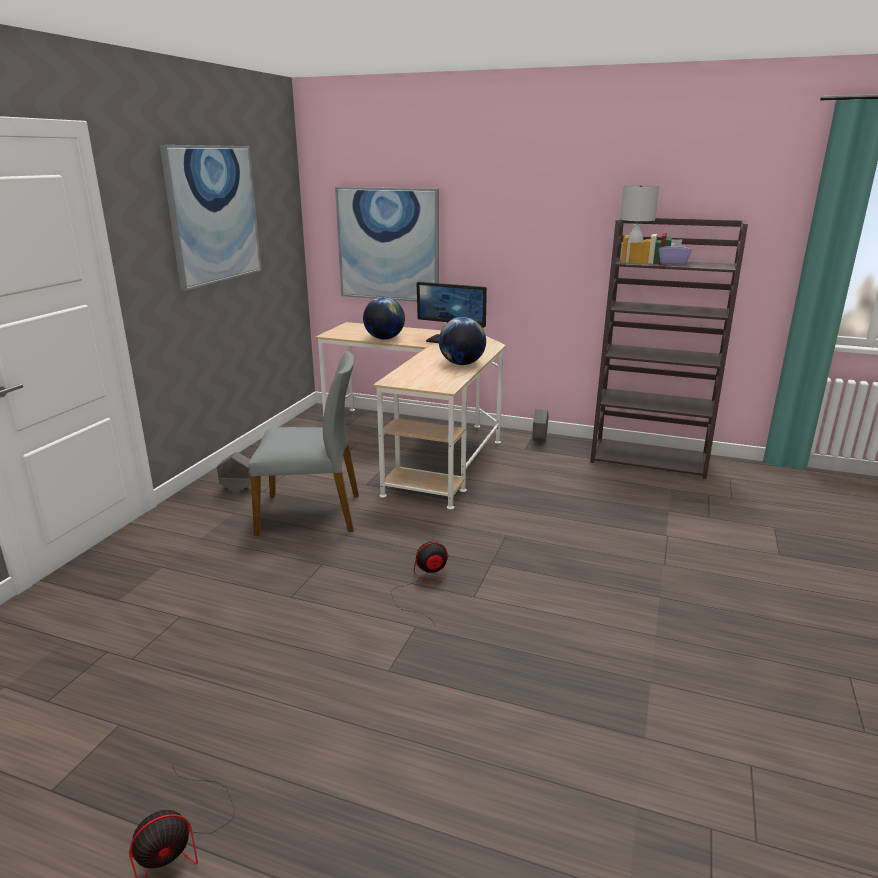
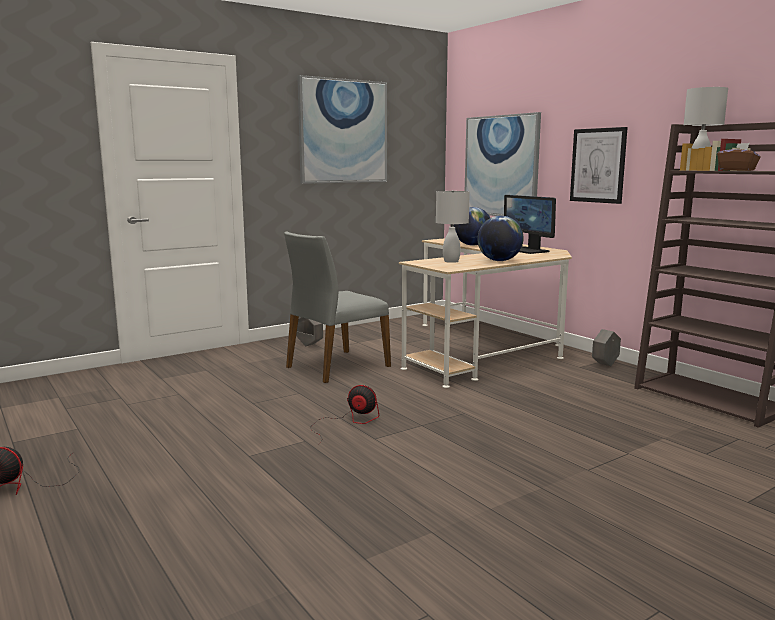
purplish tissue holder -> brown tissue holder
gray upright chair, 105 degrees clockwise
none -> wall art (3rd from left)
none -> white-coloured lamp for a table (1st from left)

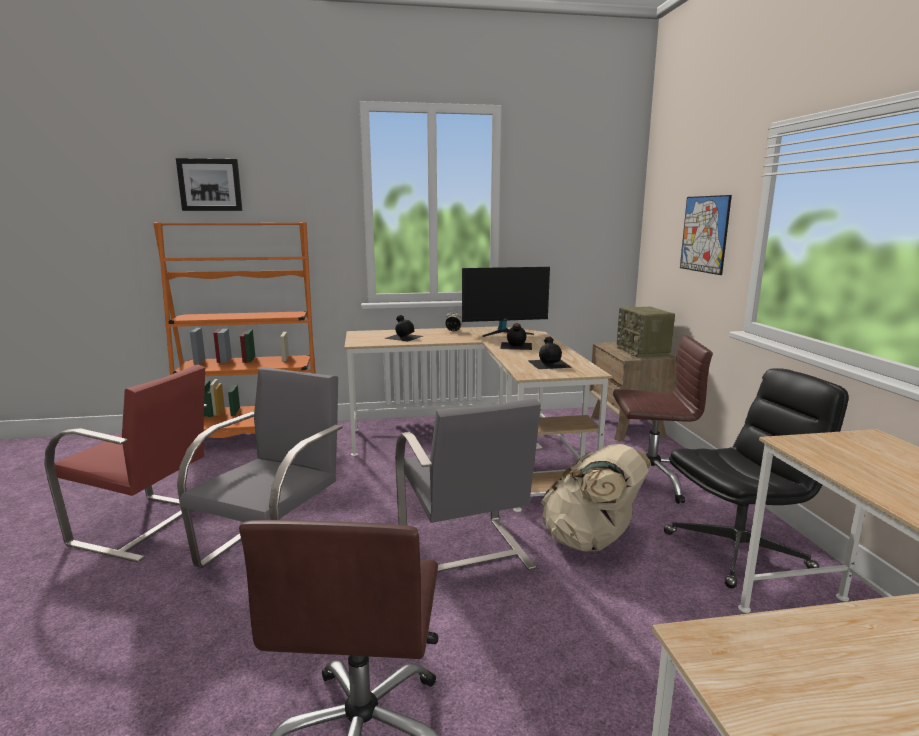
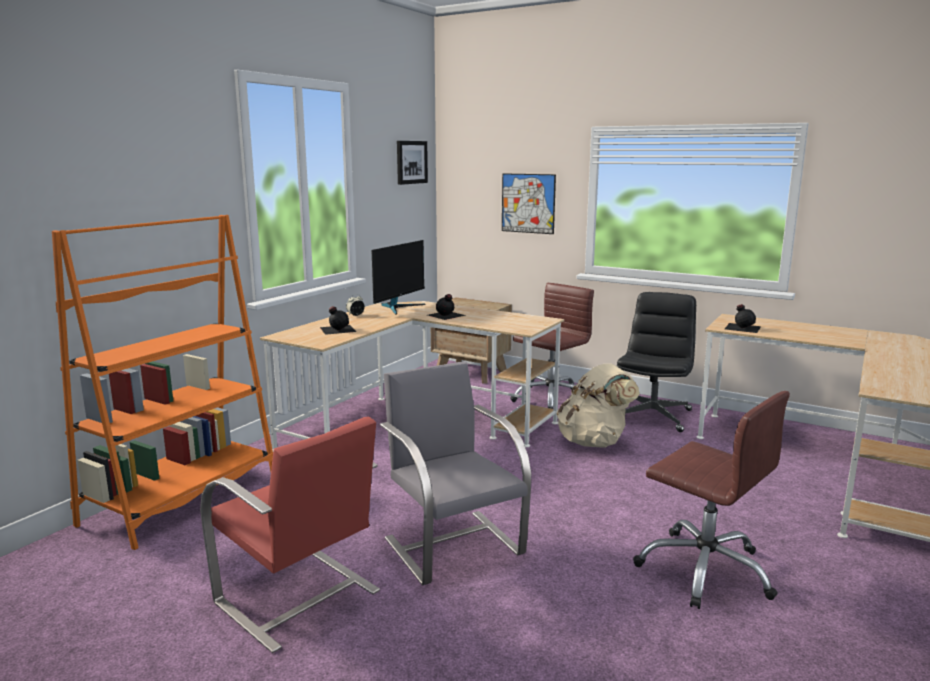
wall art (1st from left), moved
radio -> none
black-coloured beverage bottle (3rd from left), moved
reddish upright chair, 75 degrees clockwise
gray upright chair (2nd from left) -> none

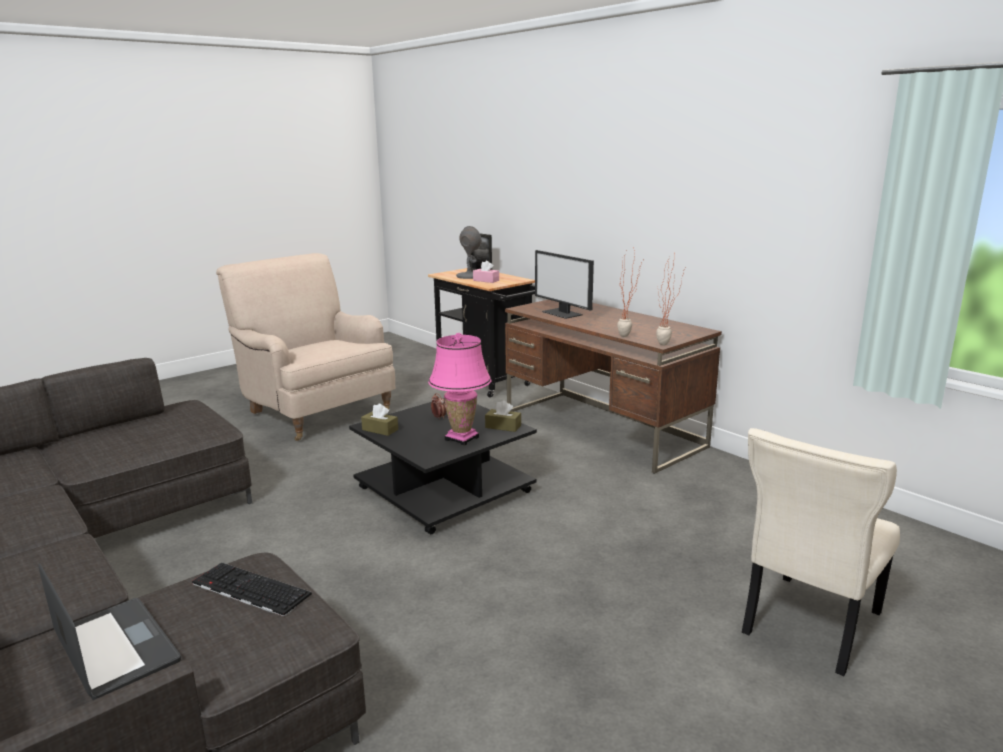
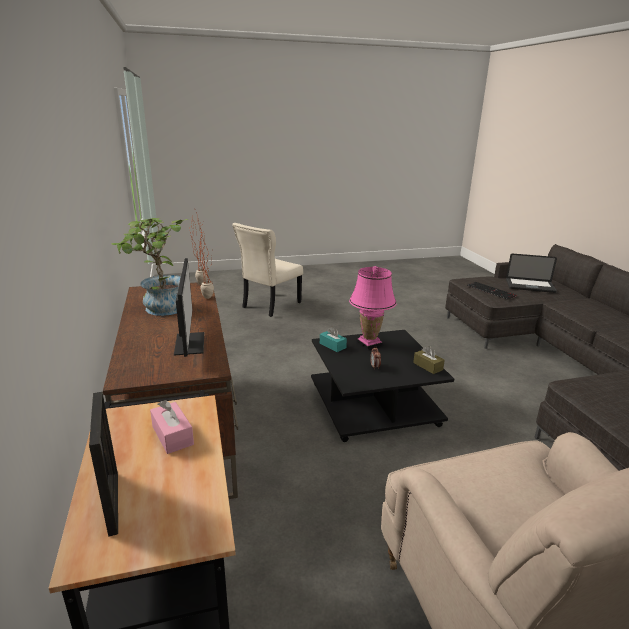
gray lamp for a table -> none
brown tissue holder (2nd from left) -> blue-green tissue holder
beige upright chair, 150 degrees clockwise
notebook computer, 60 degrees counterclockwise
none -> plant in a pot (1st from left)

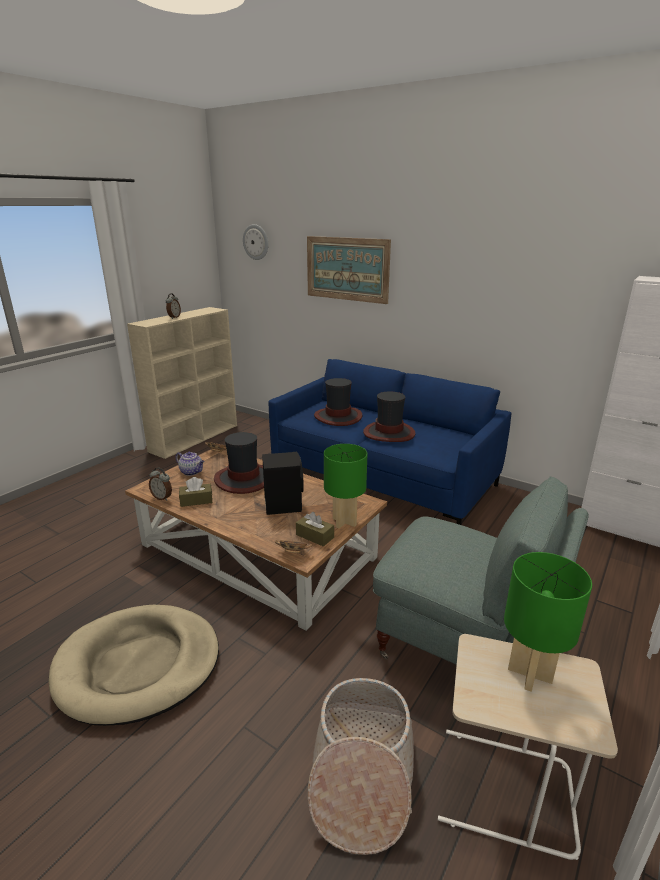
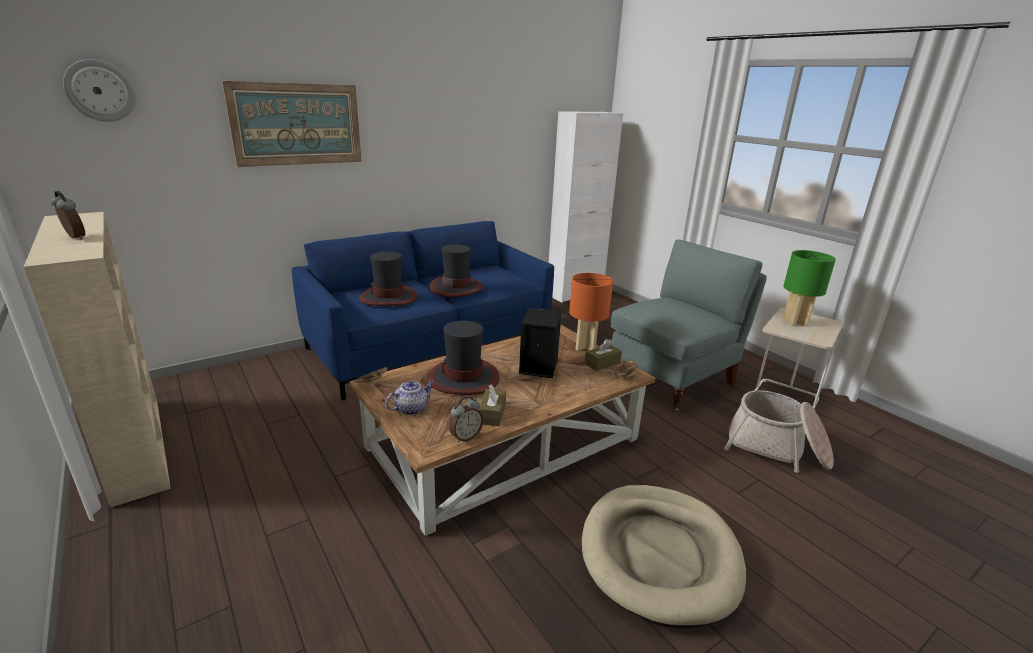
greenish lamp for a table (1st from left) -> orangey lamp for a table

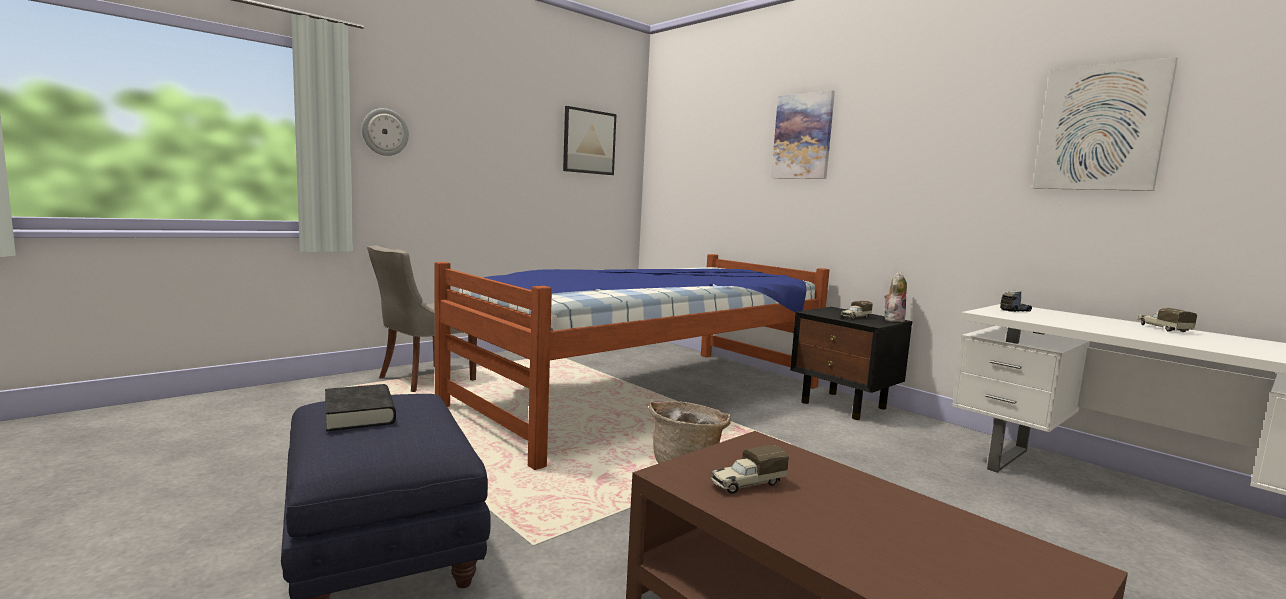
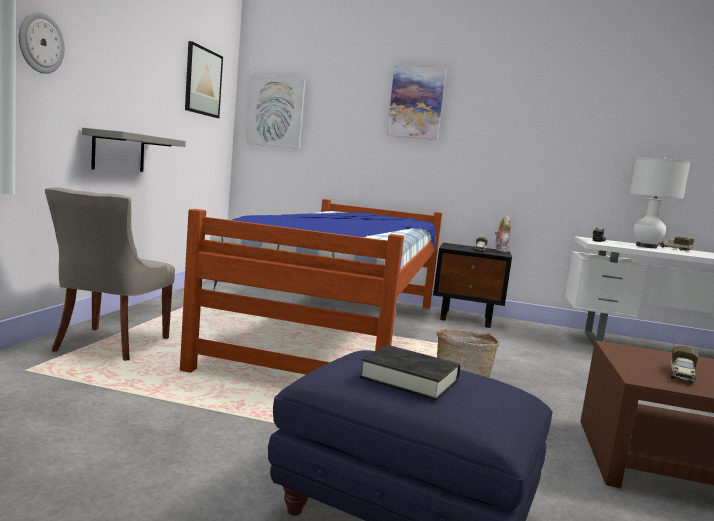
wall art (3rd from left in the first image) -> wall art (2nd from left), moved
none -> gray bracket shelf
none -> white-coloured lamp for a table

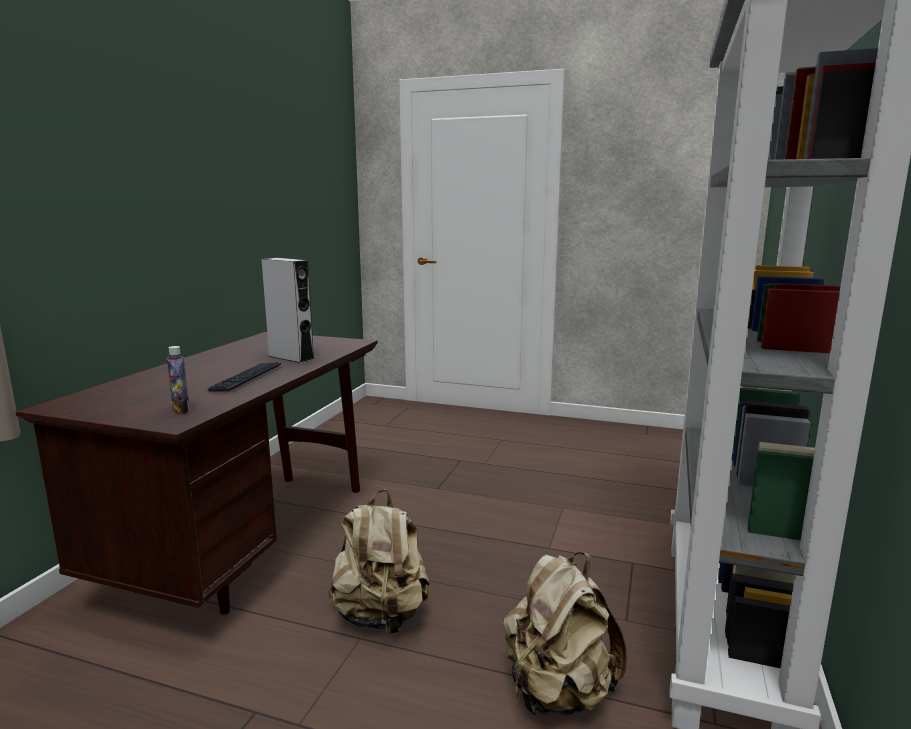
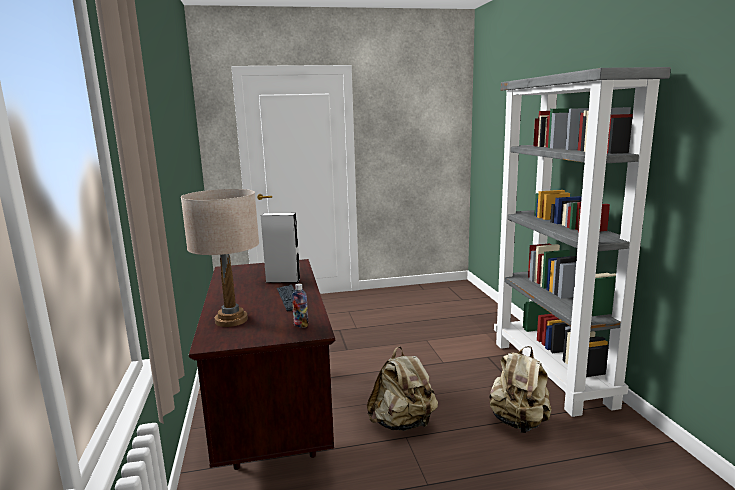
none -> beige lamp for a table

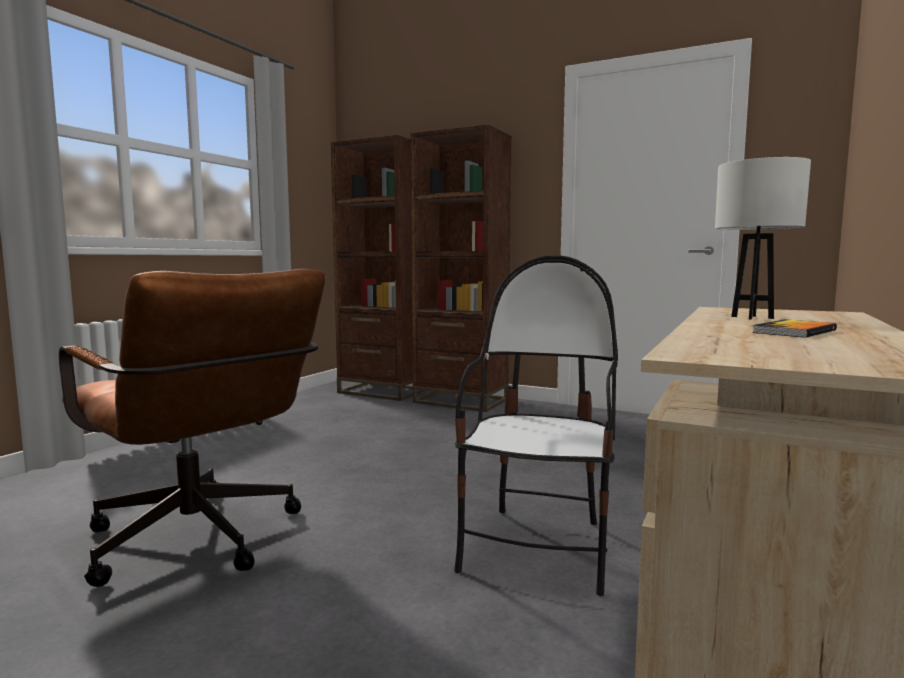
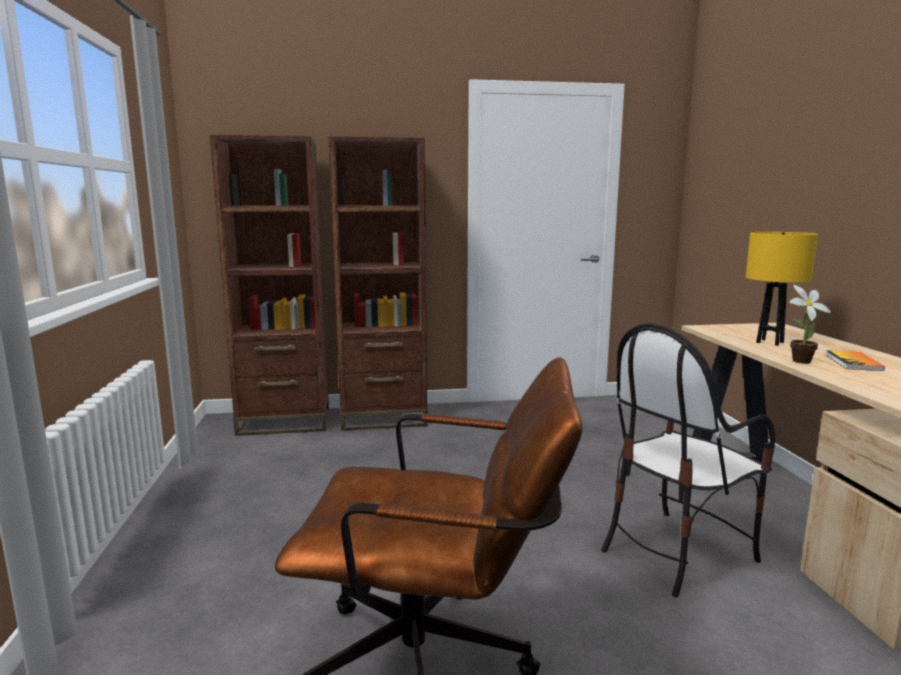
white-coloured lamp for a table -> yellow lamp for a table
upright chair, 105 degrees counterclockwise
none -> plant in a pot

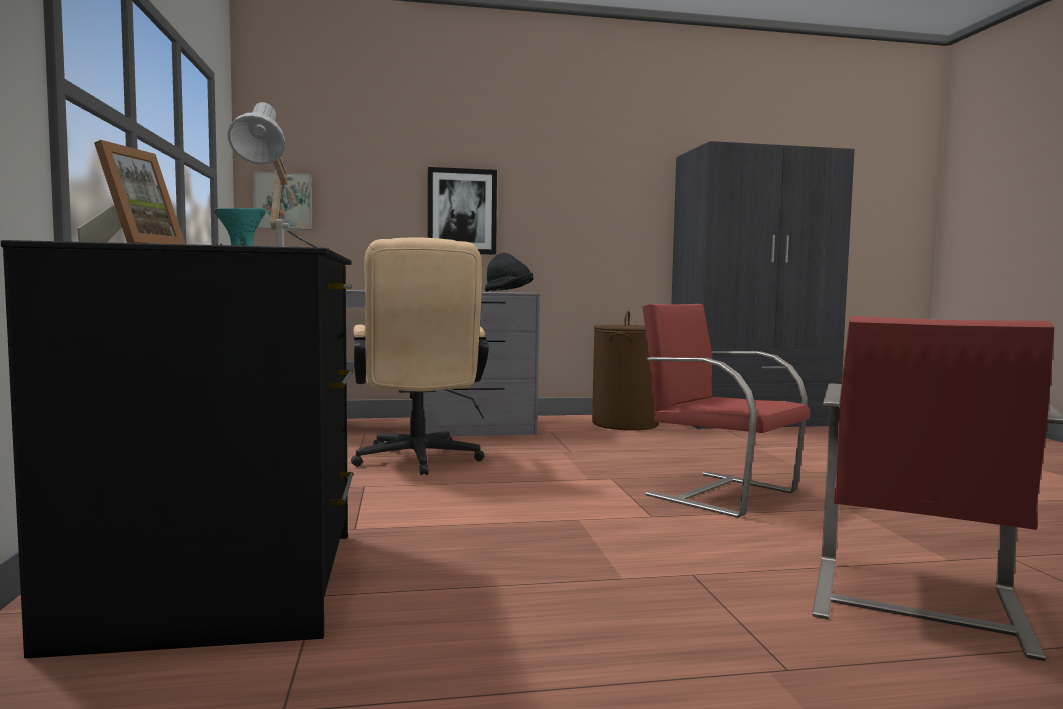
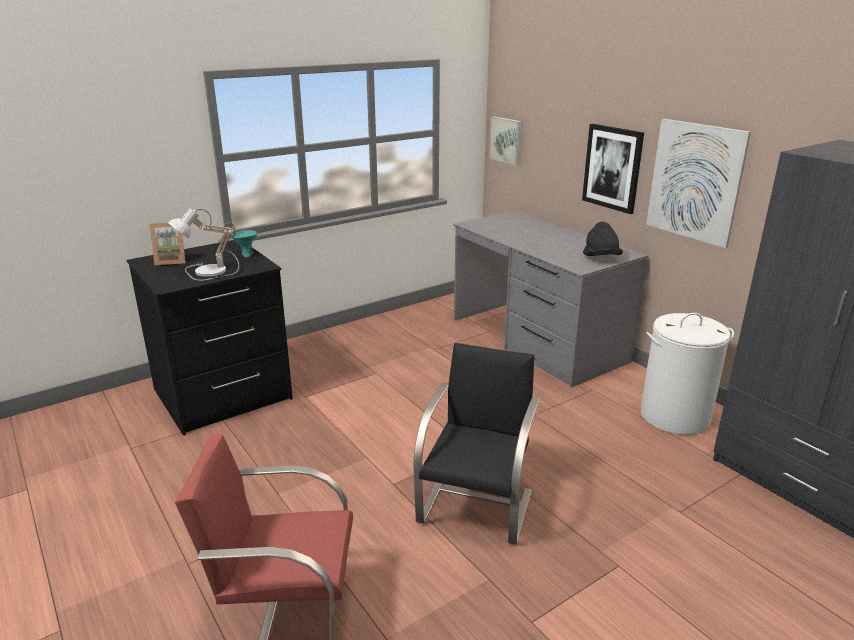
beige computer chair -> none
reddish upright chair (1st from left) -> black-coloured upright chair
brown hamper -> white-coloured hamper
none -> wall art (3rd from left)

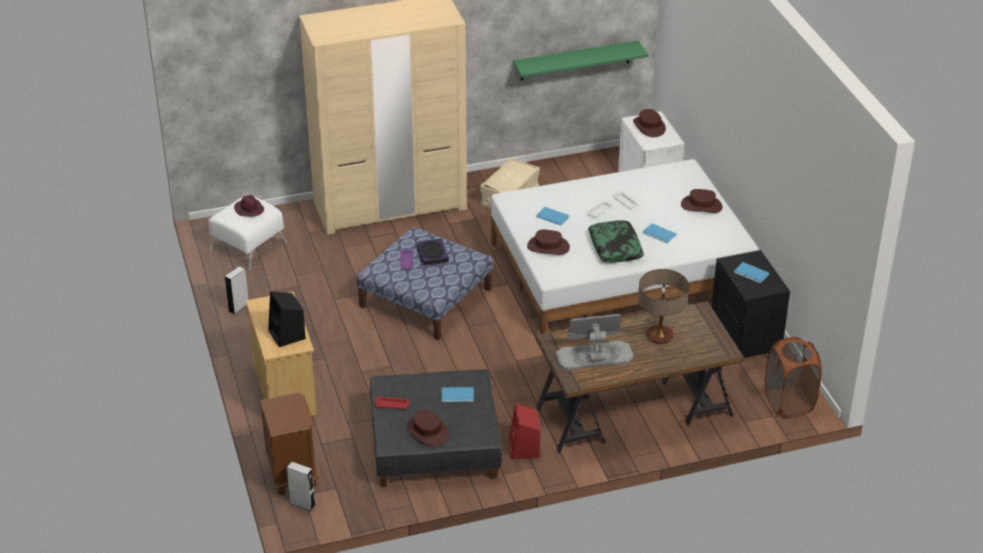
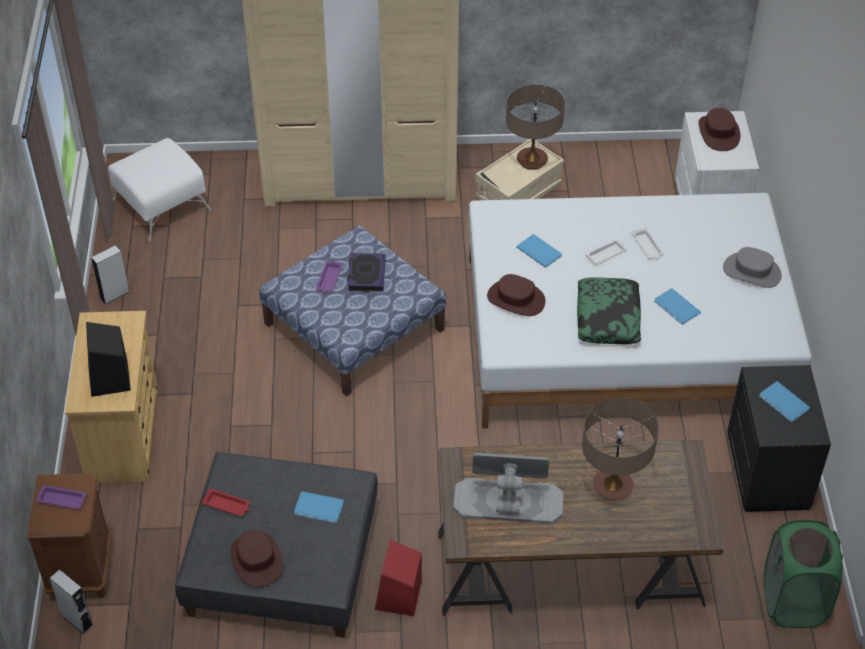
greenish bracket shelf -> none
brown wearable hat (4th from left) -> gray wearable hat
purplish wearable hat -> none
brown hamper -> greenish hamper
none -> lamp for a table (1st from left)
none -> purplish carrying tray (1st from left)

